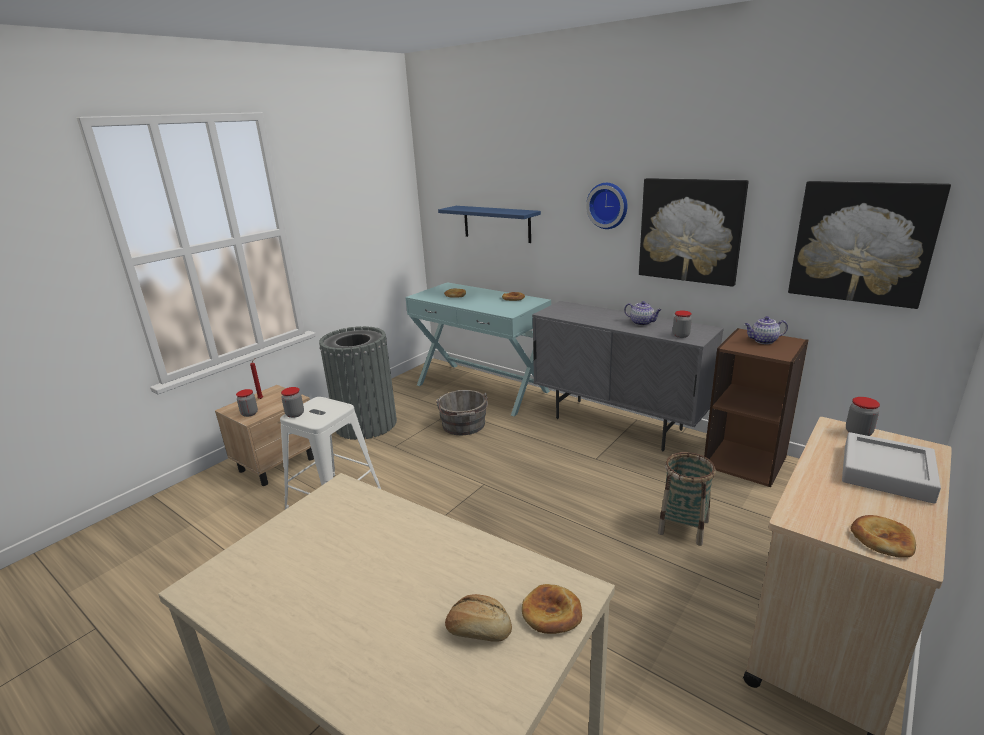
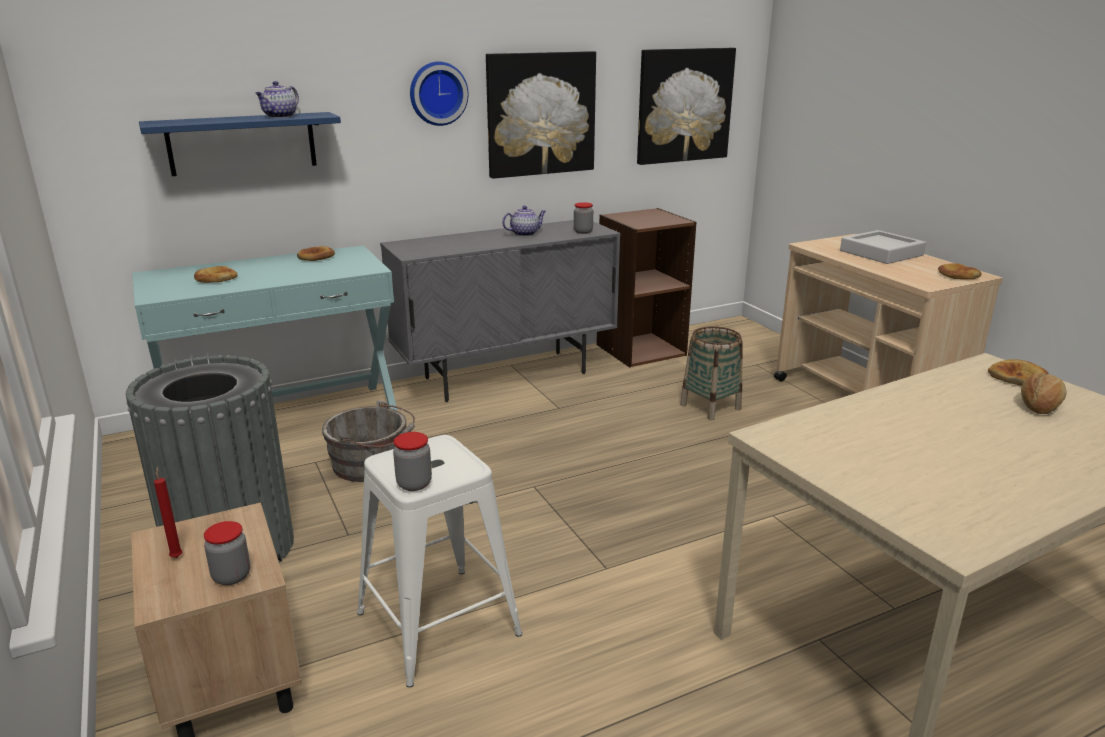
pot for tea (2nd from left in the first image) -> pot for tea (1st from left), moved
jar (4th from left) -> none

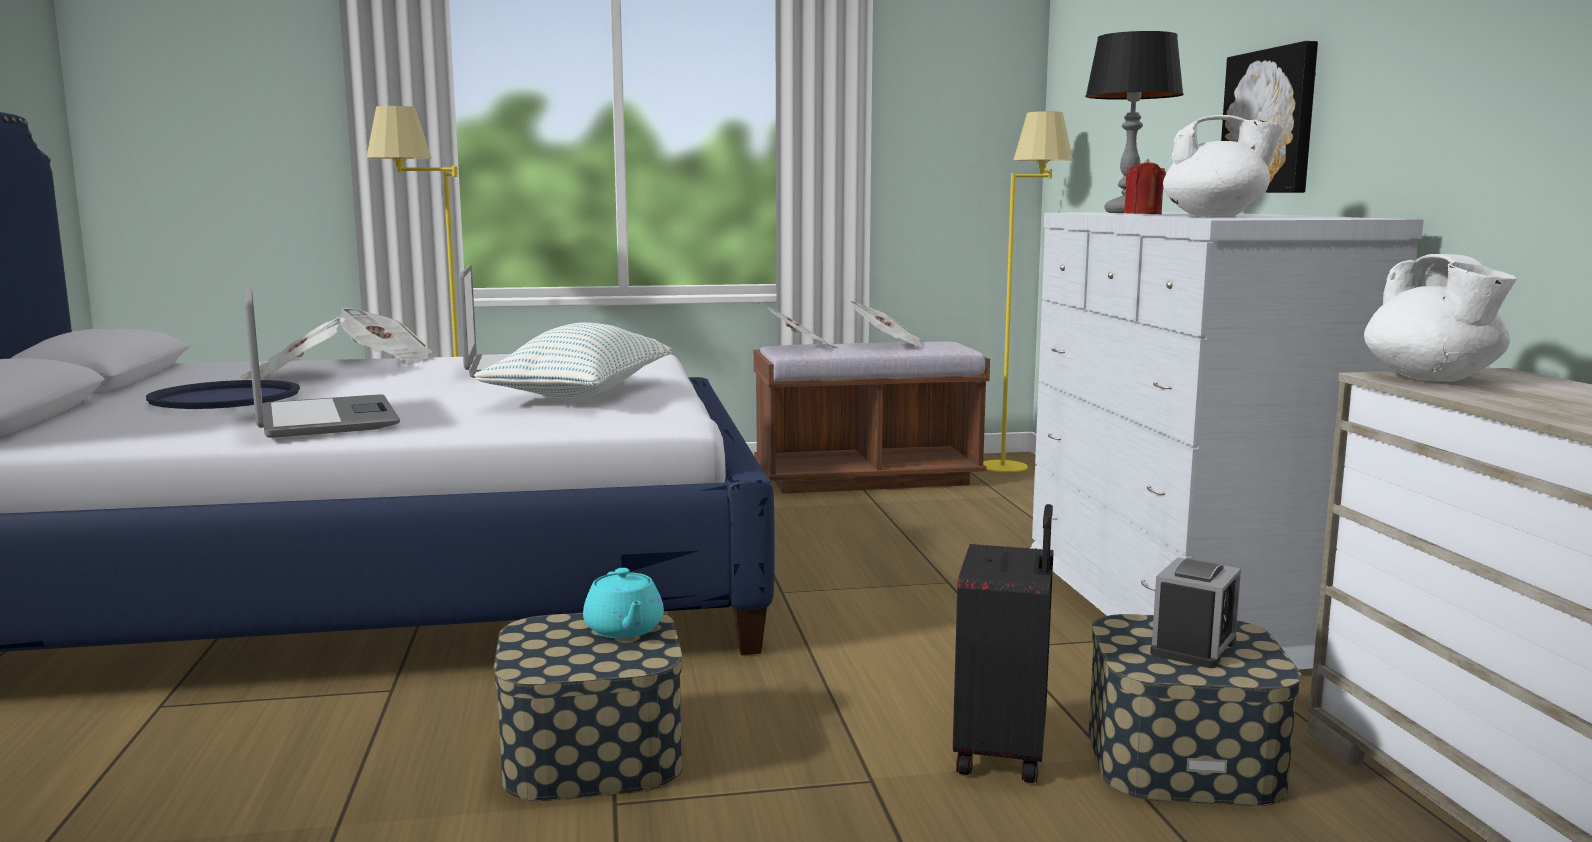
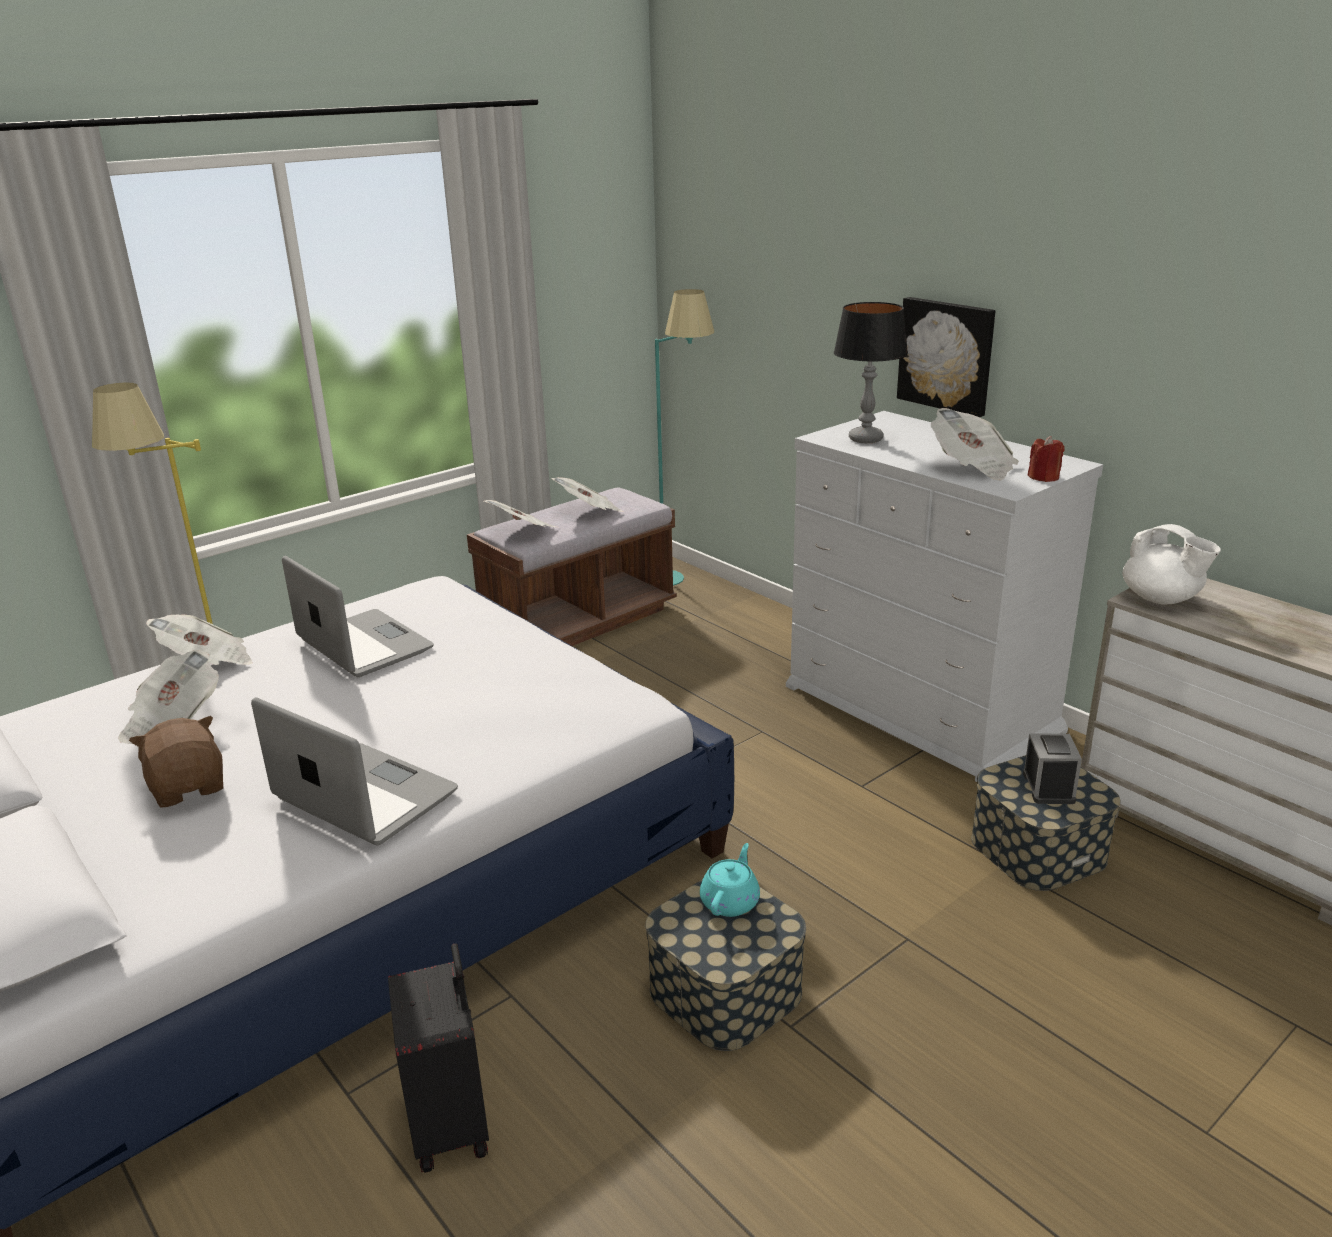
yellow standing lamp (2nd from left) -> blue-green standing lamp
white-coloured pot for tea (1st from left) -> newspaper (5th from left)
reddish wax light, moved
cushion -> none
blue-coloured carrying tray -> brown cuddly toy
black-coloured travel case, moved
blue-green pot for tea, 105 degrees counterclockwise

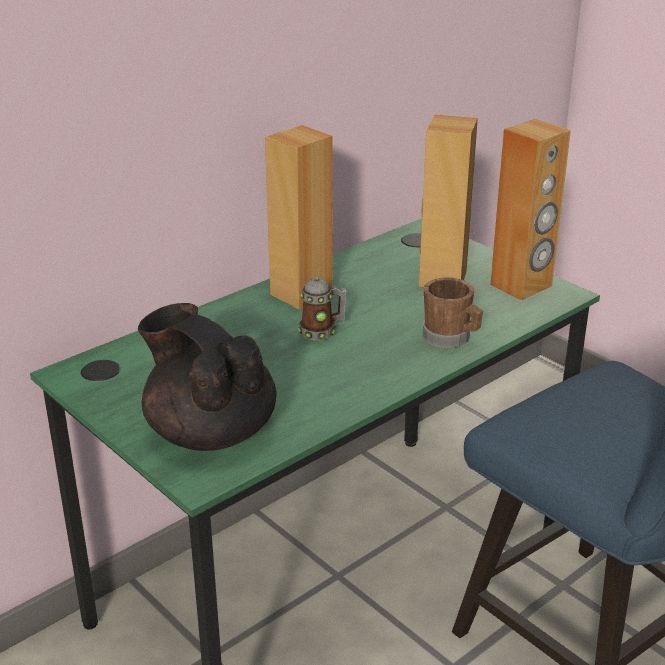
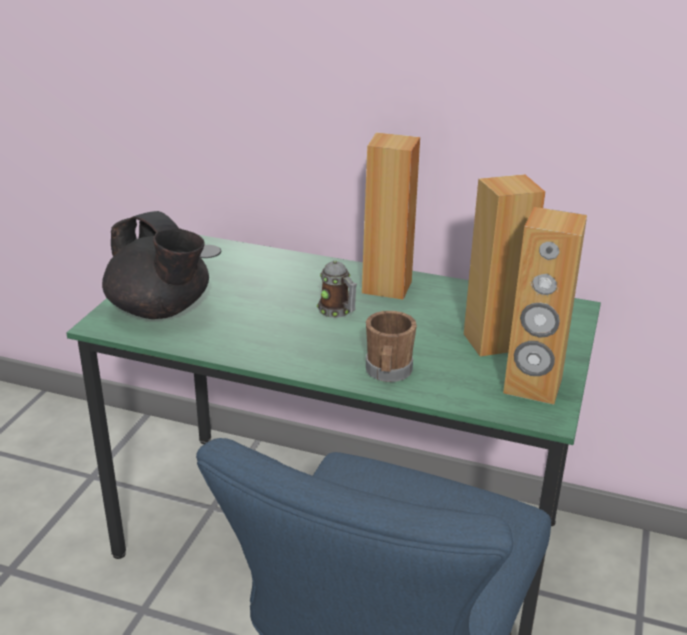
black-coloured pot for tea, 120 degrees clockwise

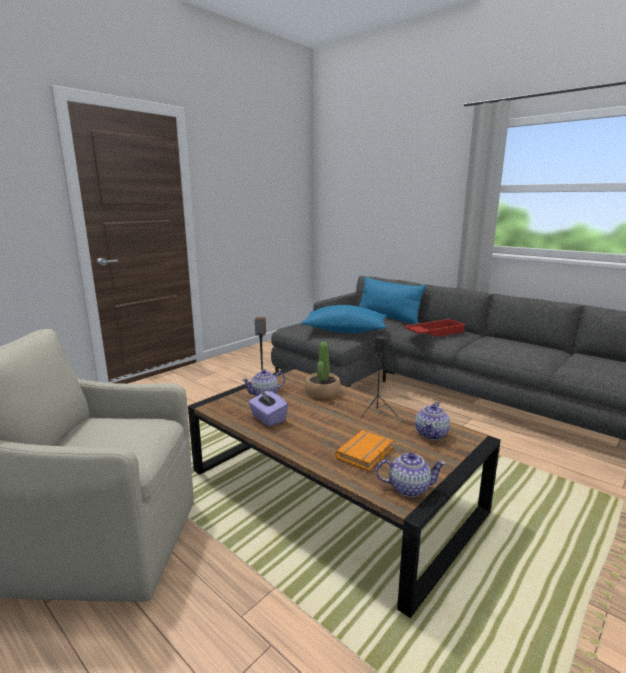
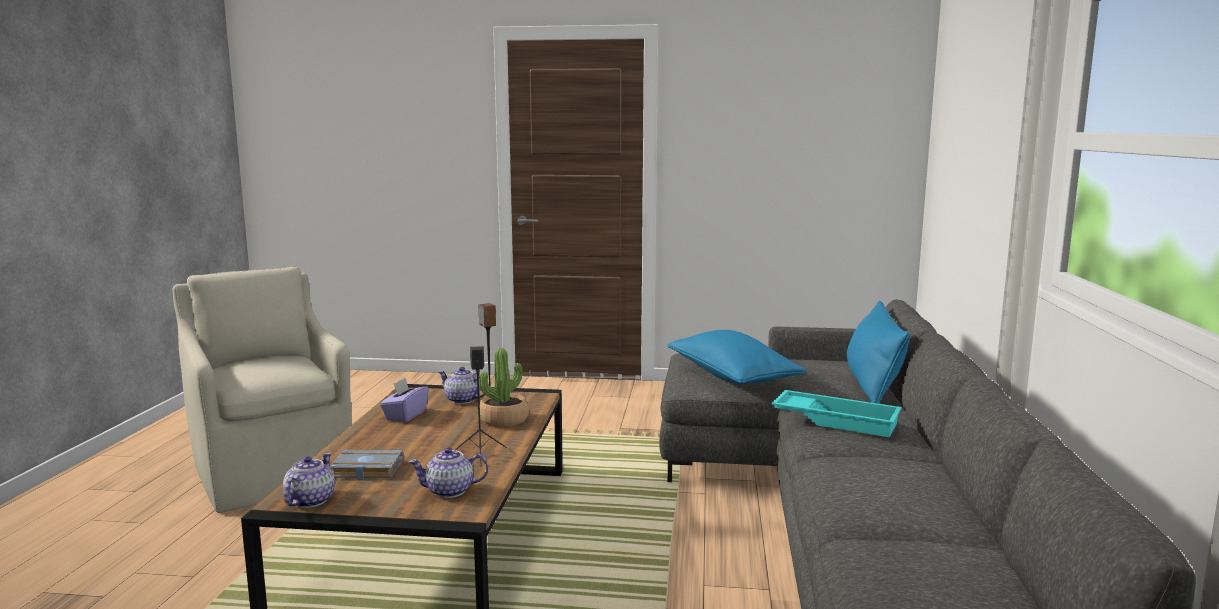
reddish carrying tray -> blue-green carrying tray
orangey bound book -> gray bound book
pot for tea (2nd from left in the first image) -> pot for tea (1st from left), 135 degrees counterclockwise

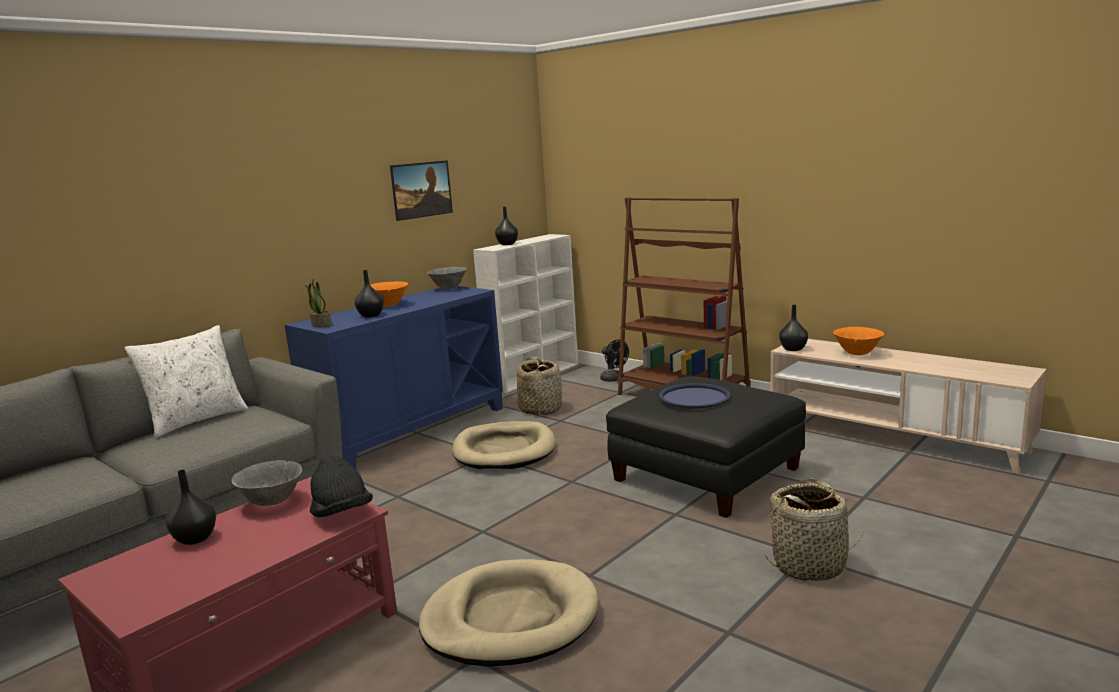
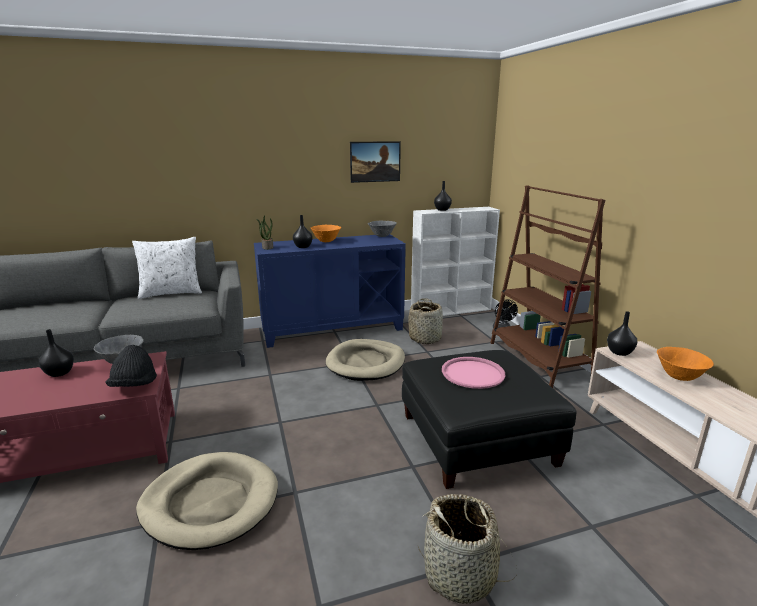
blue-coloured carrying tray -> pinkish carrying tray

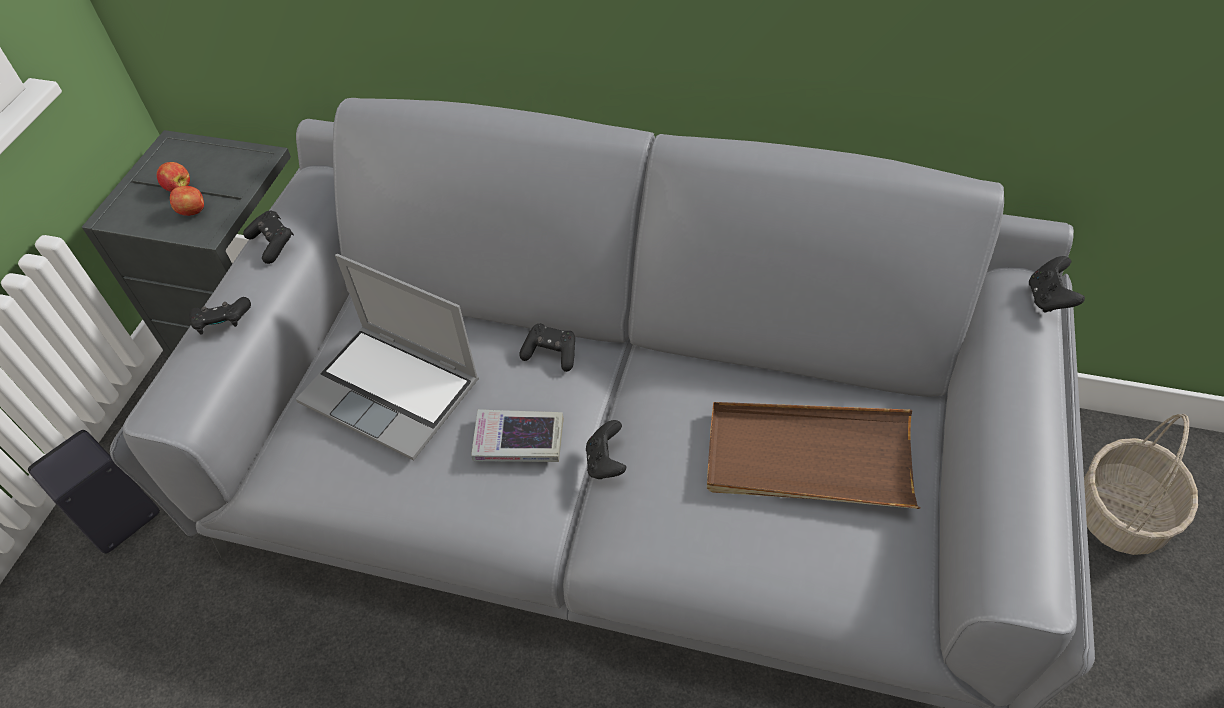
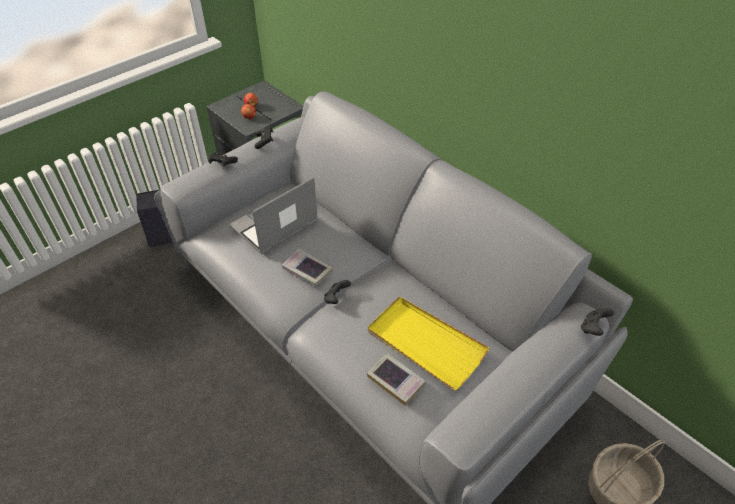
notebook computer, 75 degrees clockwise
black-coloured joypad (3rd from left) -> none
brown carrying tray -> yellow carrying tray
none -> bound book (2nd from left)

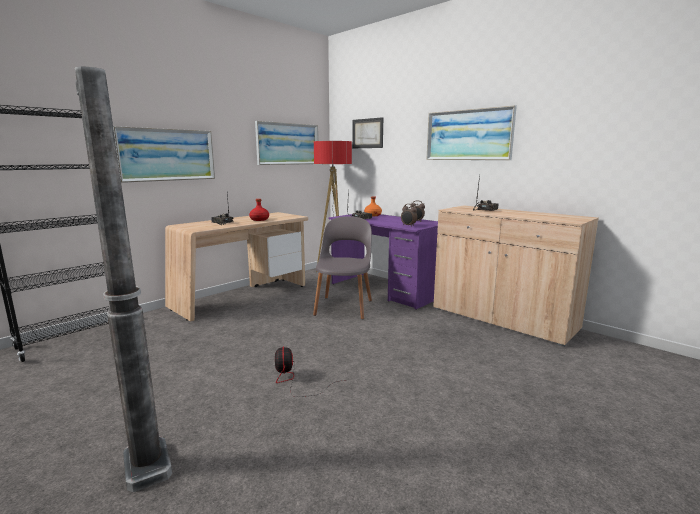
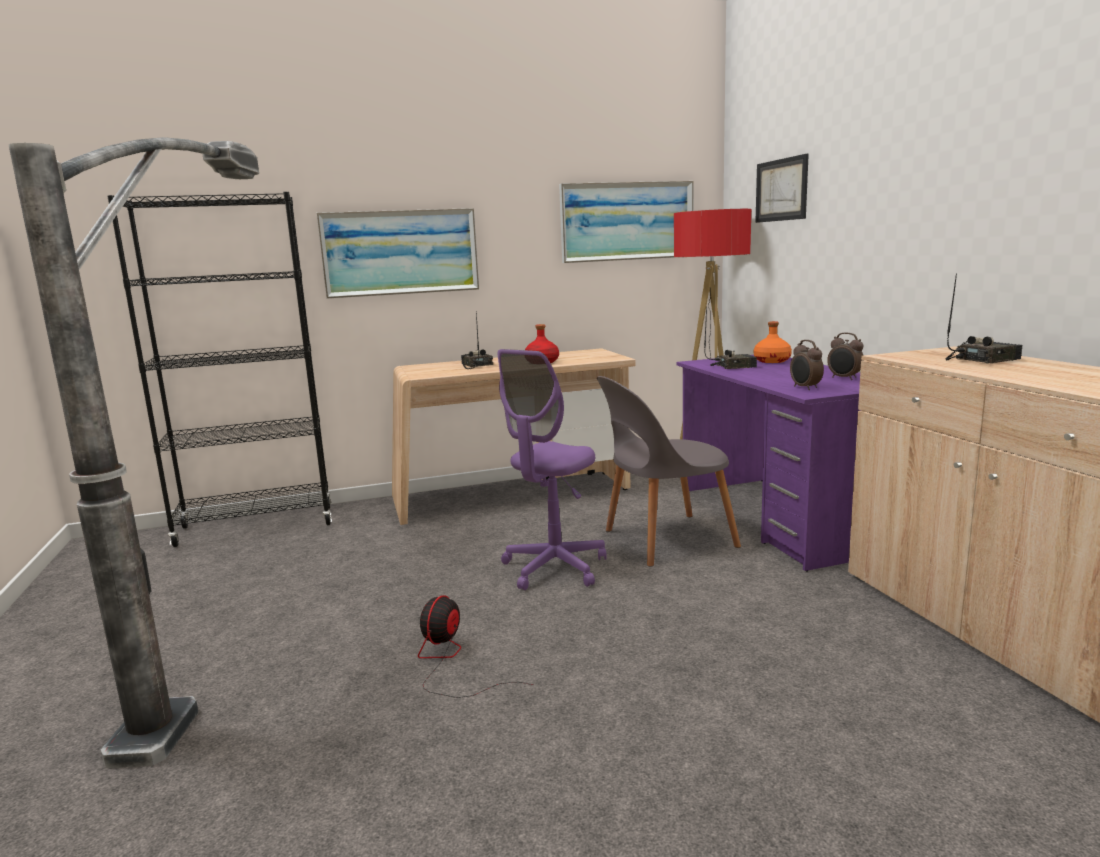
wall art (4th from left) -> none
gray upright chair, 150 degrees counterclockwise
none -> purplish computer chair

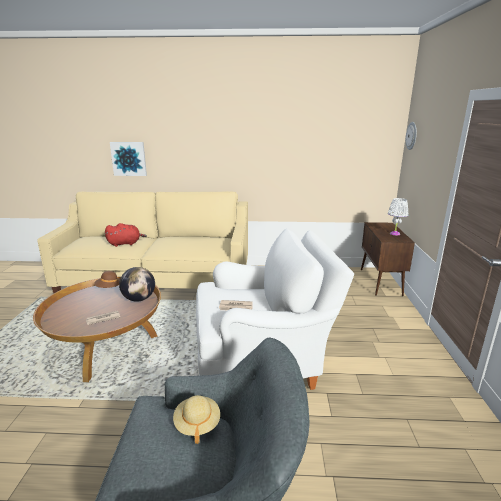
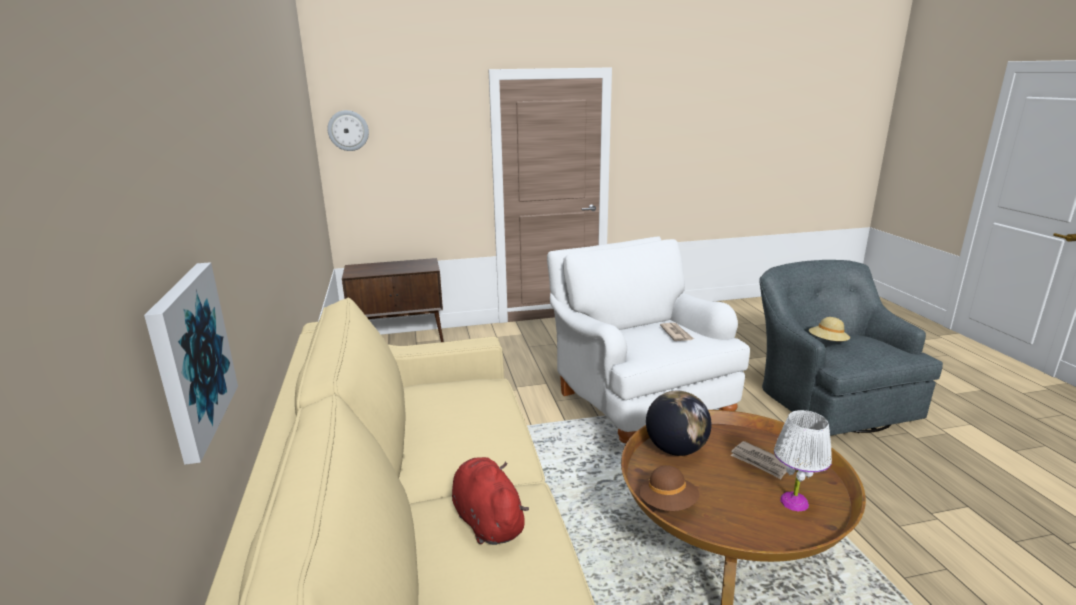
white-coloured lamp for a table, moved

